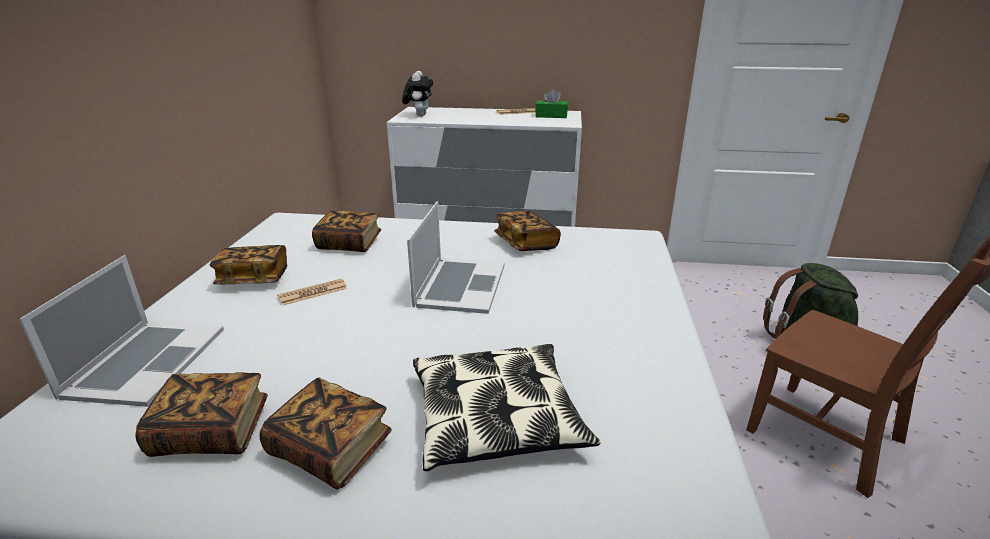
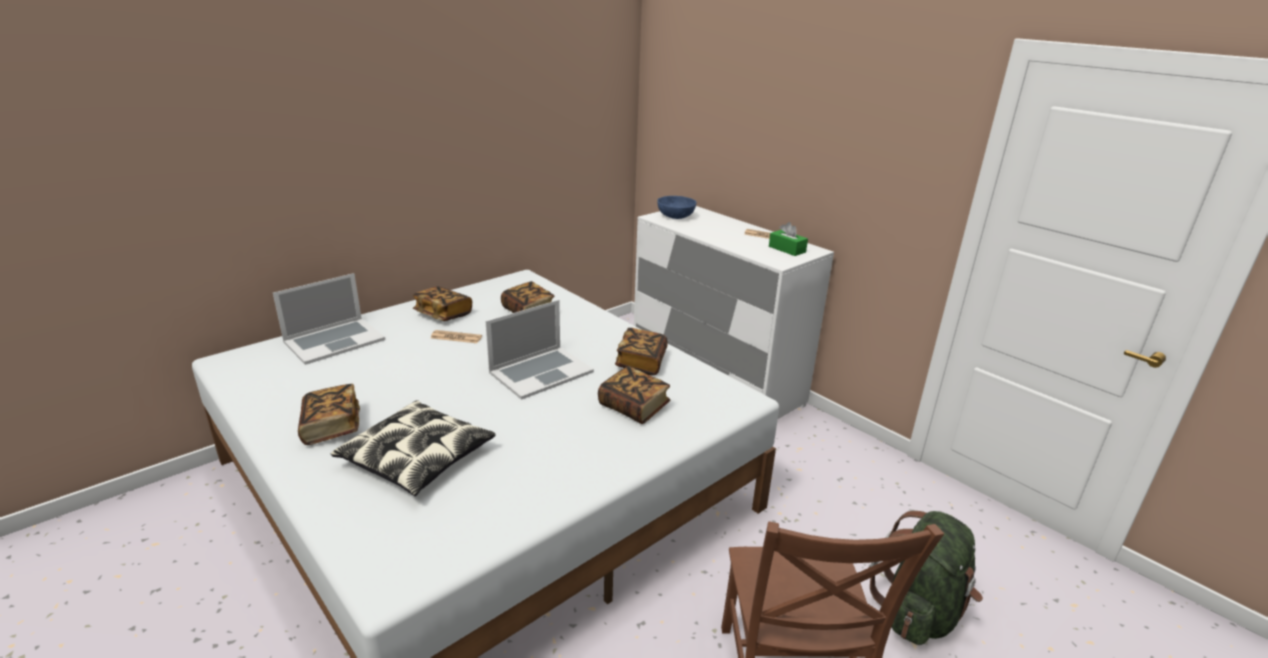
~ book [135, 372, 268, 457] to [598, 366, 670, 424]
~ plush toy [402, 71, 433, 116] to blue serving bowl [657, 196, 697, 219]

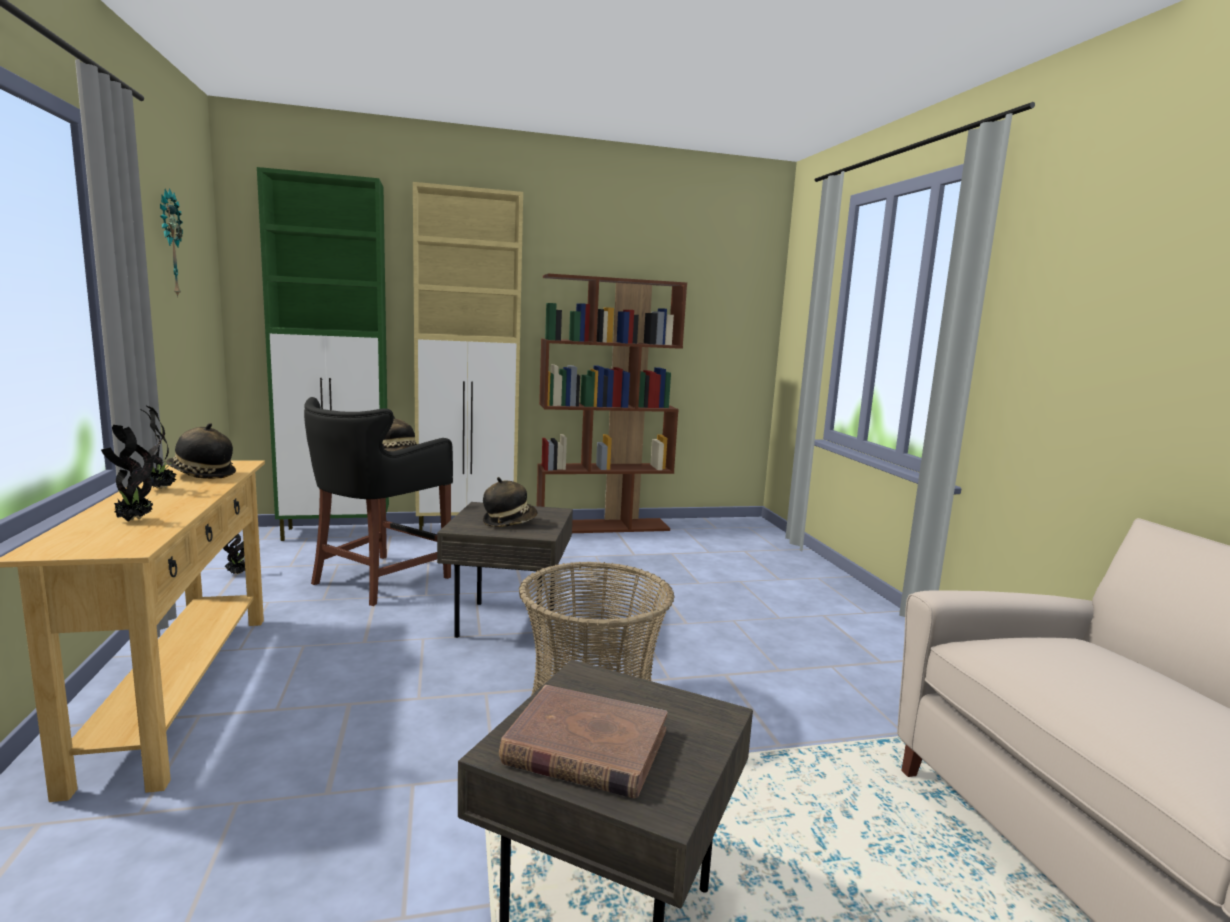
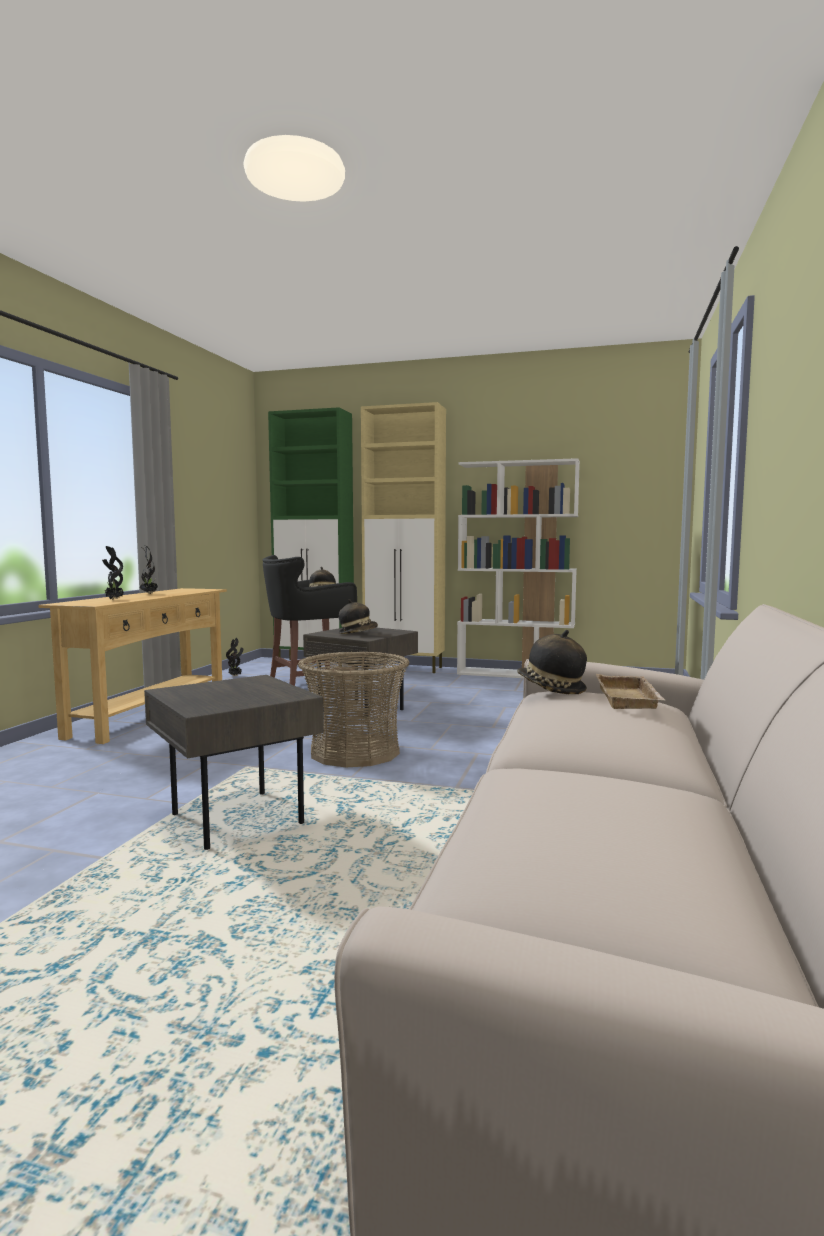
- wall clock [160, 188, 183, 298]
- brown book [499, 685, 667, 799]
+ beige tray [596, 674, 666, 709]
~ clothing hat [166, 423, 236, 479] to [517, 630, 587, 694]
~ brown bookshelf [537, 274, 687, 533] to whitish bookshelf [457, 458, 580, 678]

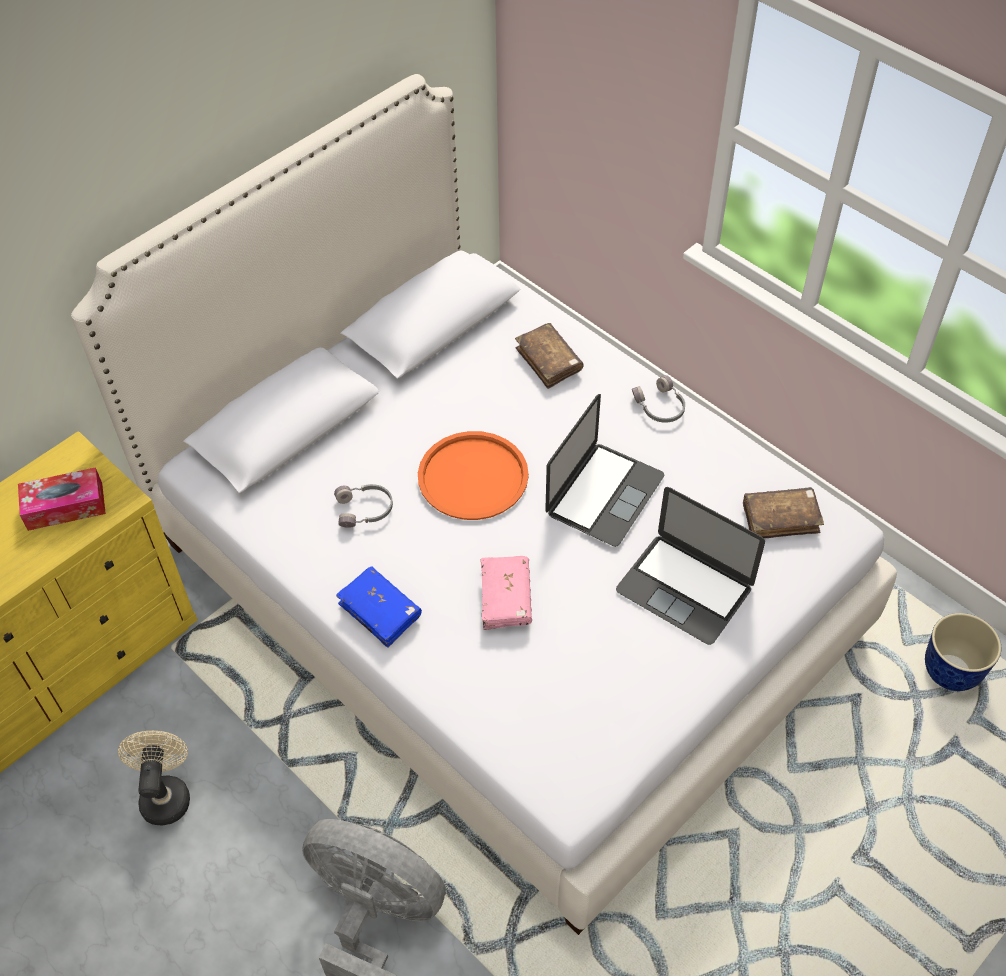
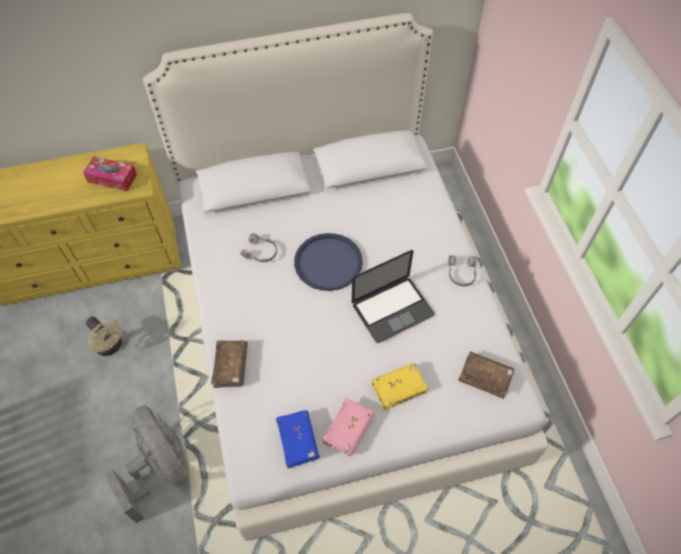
- plant pot [925, 613, 1001, 691]
~ blue book [336, 567, 422, 648] to [276, 410, 320, 469]
~ pink-coloured book [480, 556, 532, 630] to [322, 398, 374, 456]
~ brown book [515, 323, 583, 389] to [211, 340, 248, 388]
~ laptop [616, 487, 765, 645] to yellow book [372, 363, 428, 411]
~ orange tray [418, 431, 529, 520] to blue tray [294, 233, 363, 291]
~ beige electric fan [118, 731, 190, 825] = [86, 317, 123, 356] 105 degrees clockwise

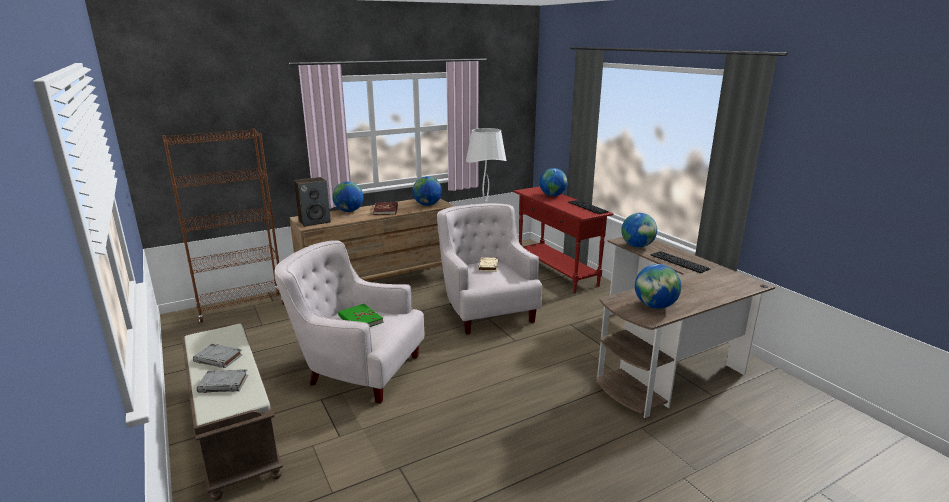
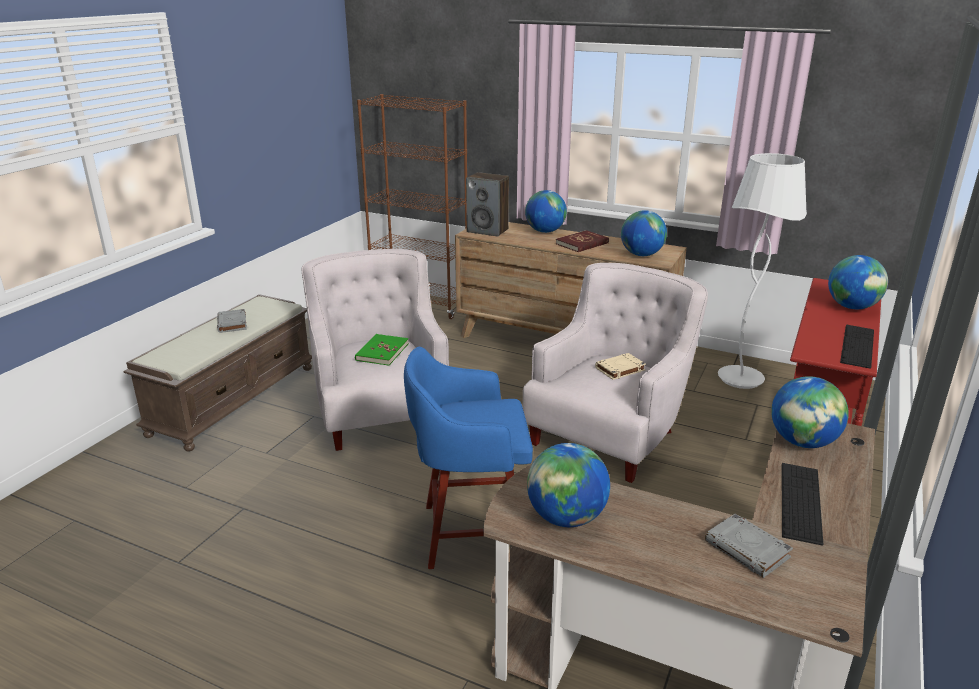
+ blue sitting stool [404, 347, 533, 569]
~ greyish book [197, 369, 248, 393] to [705, 514, 793, 578]

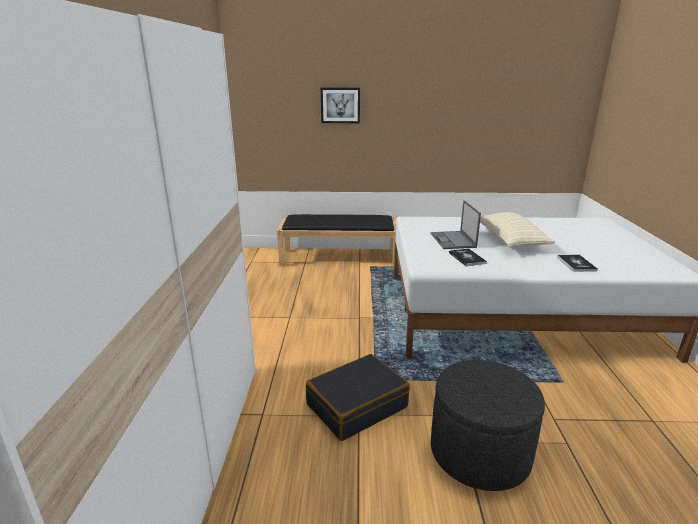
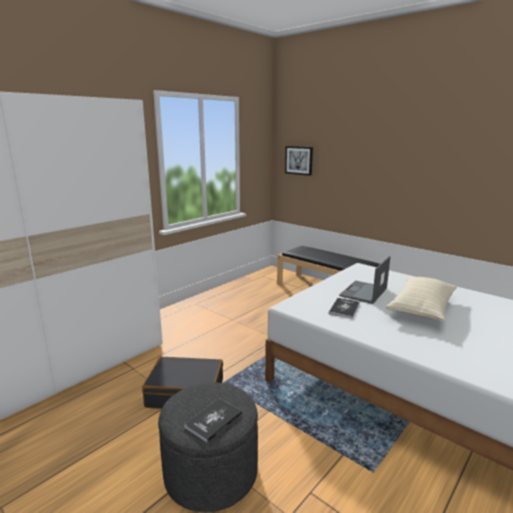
~ picture [321, 88, 360, 123] to [285, 146, 313, 176]
~ book [557, 255, 598, 272] to [184, 398, 242, 443]

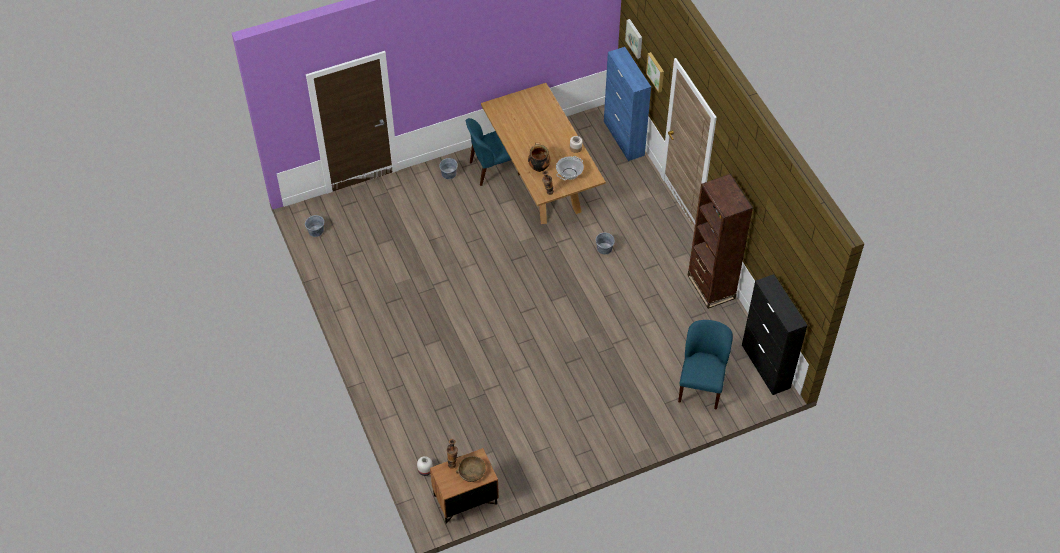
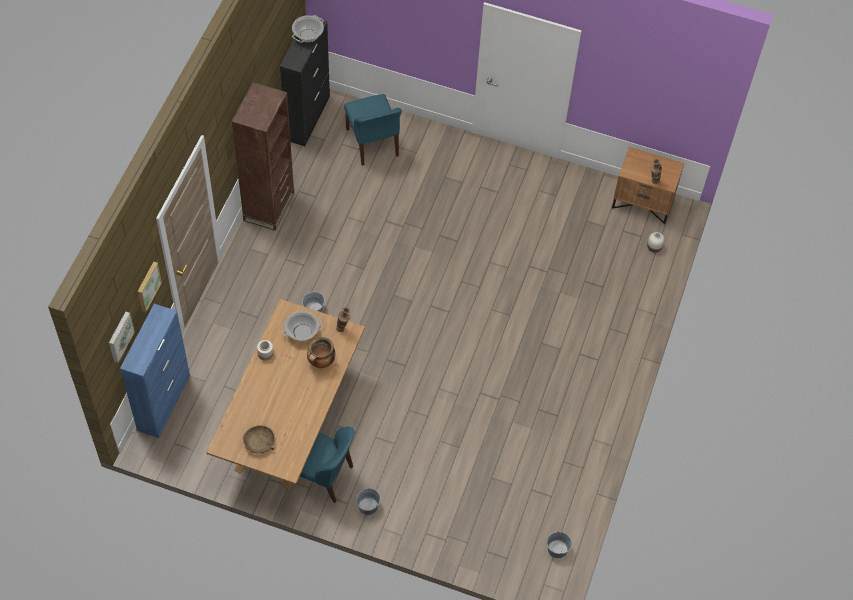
+ saucepot [292, 15, 324, 43]
~ brown serving bowl [456, 456, 486, 482] to [243, 425, 275, 453]
~ blue upright chair [678, 320, 733, 410] = [344, 94, 402, 166] 75 degrees counterclockwise

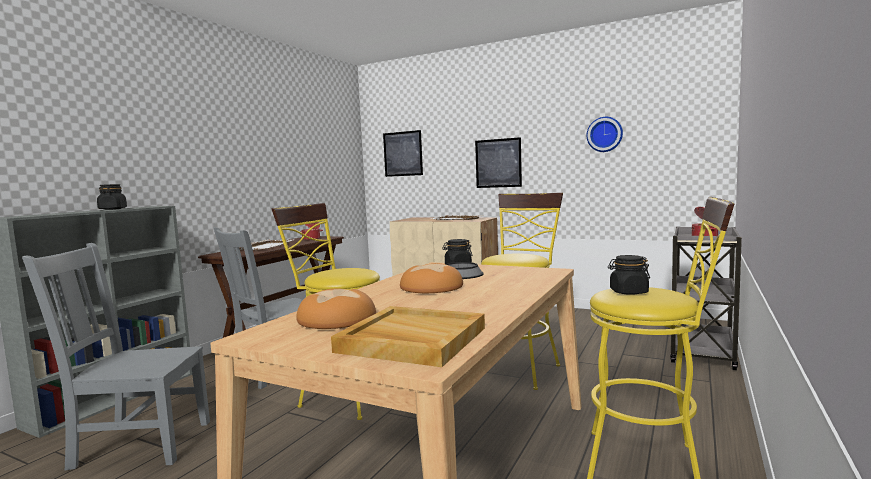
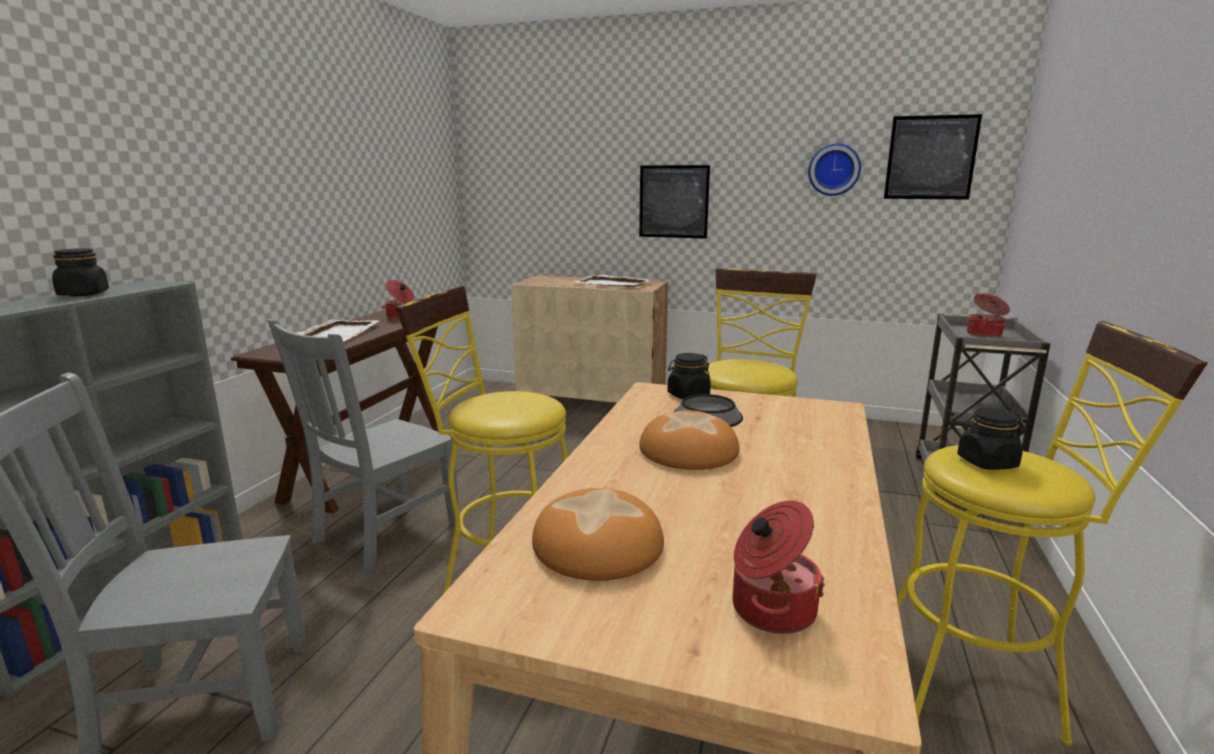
~ picture [383, 130, 423, 177] to [884, 114, 982, 200]
~ beige tray [331, 306, 485, 367] to saucepot [733, 500, 825, 634]

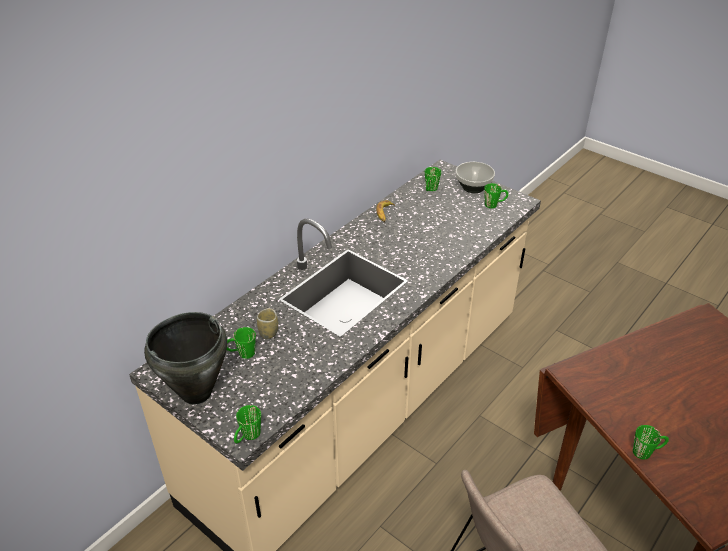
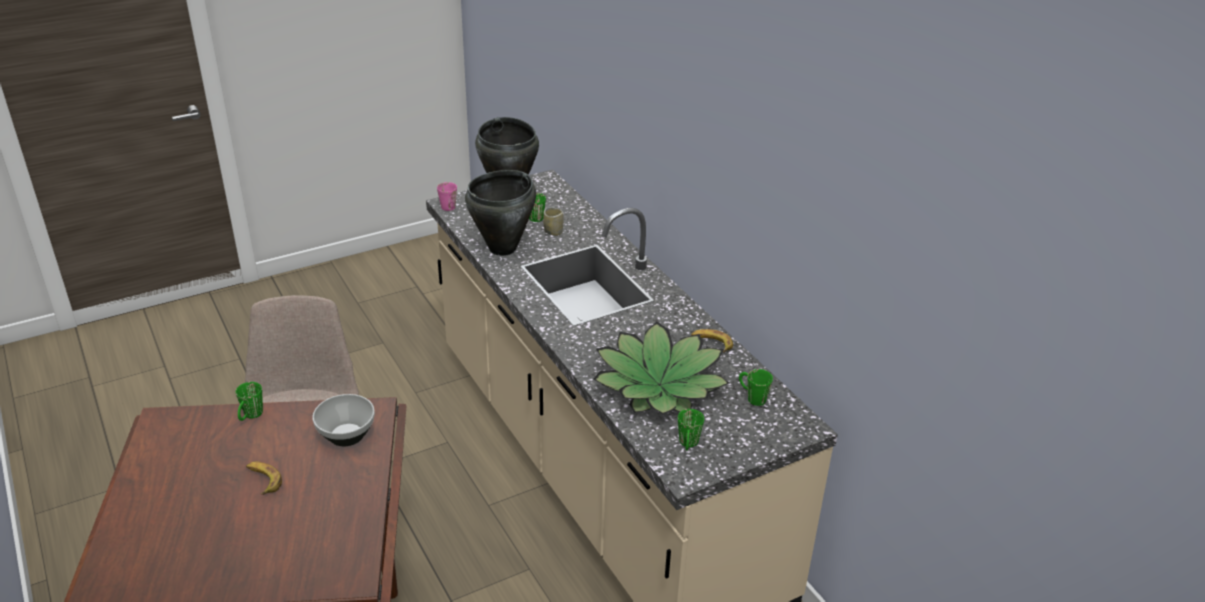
+ whole banana [246, 462, 282, 495]
+ blackish saucepot [465, 170, 536, 256]
+ potted plant [593, 322, 730, 414]
~ serving bowl [456, 162, 495, 193] to [312, 394, 375, 446]
~ green coffee mug [234, 405, 261, 443] to pink-coloured coffee mug [437, 182, 457, 211]

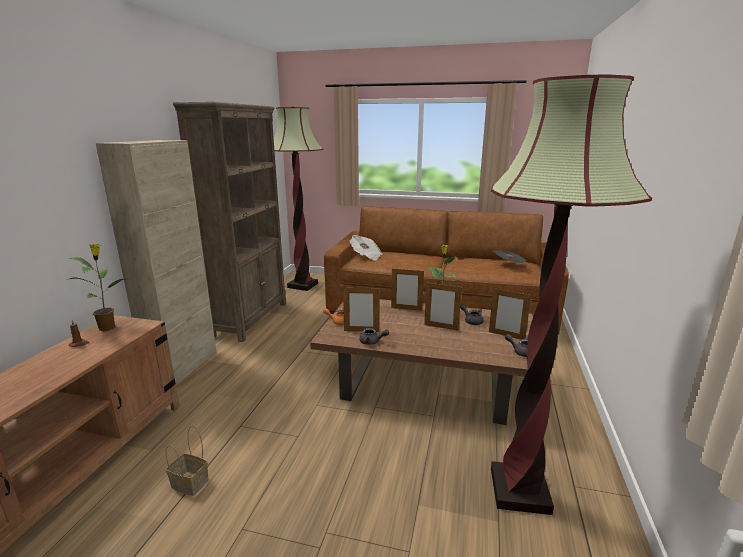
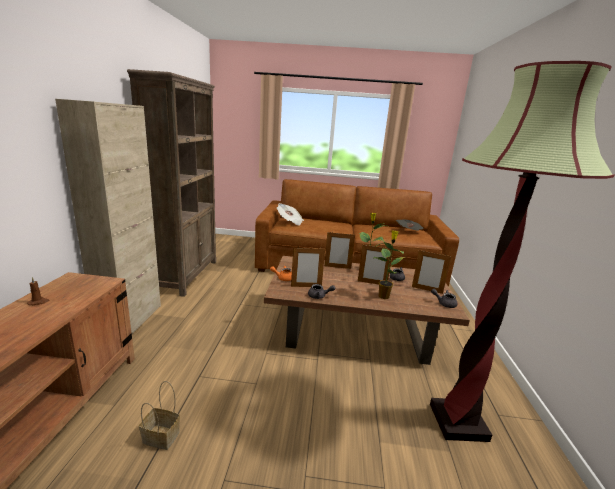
- standard lamp [274, 107, 324, 291]
~ potted plant [66, 244, 128, 331] to [373, 230, 404, 299]

